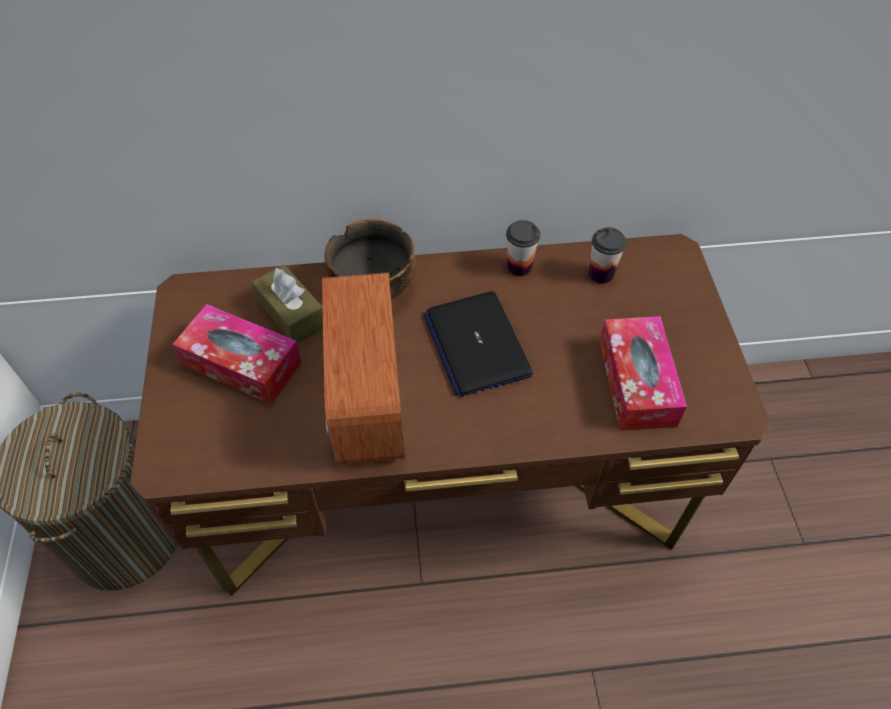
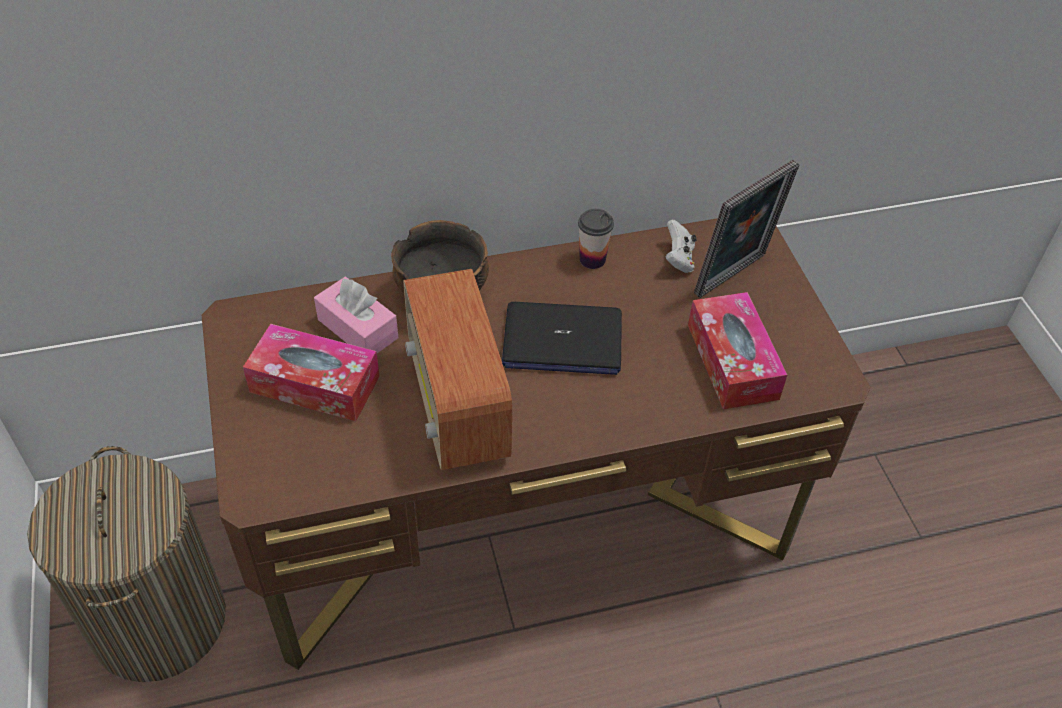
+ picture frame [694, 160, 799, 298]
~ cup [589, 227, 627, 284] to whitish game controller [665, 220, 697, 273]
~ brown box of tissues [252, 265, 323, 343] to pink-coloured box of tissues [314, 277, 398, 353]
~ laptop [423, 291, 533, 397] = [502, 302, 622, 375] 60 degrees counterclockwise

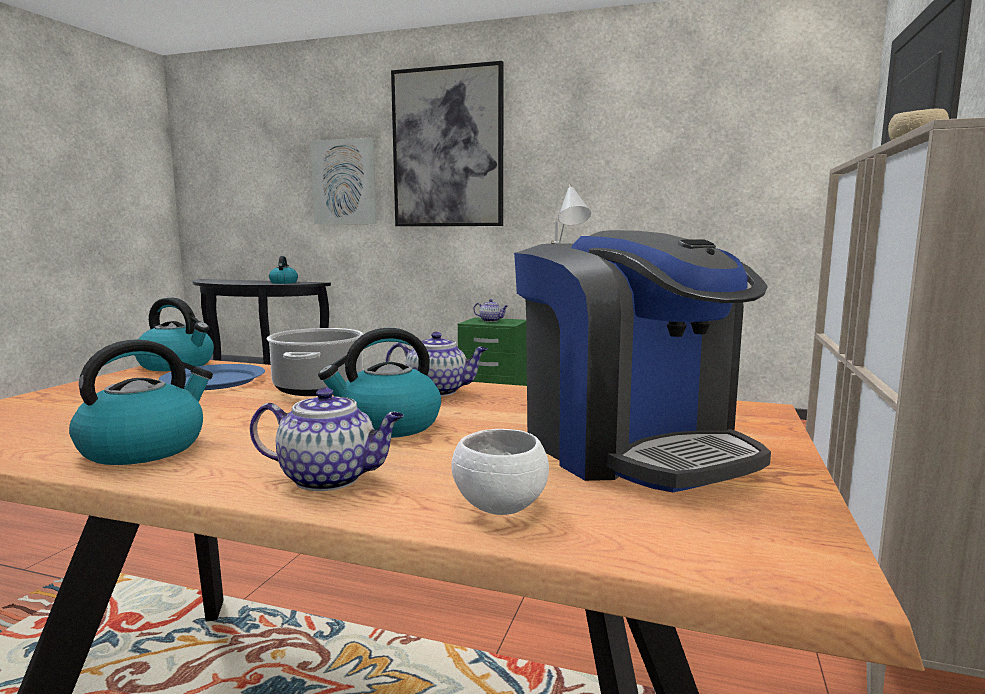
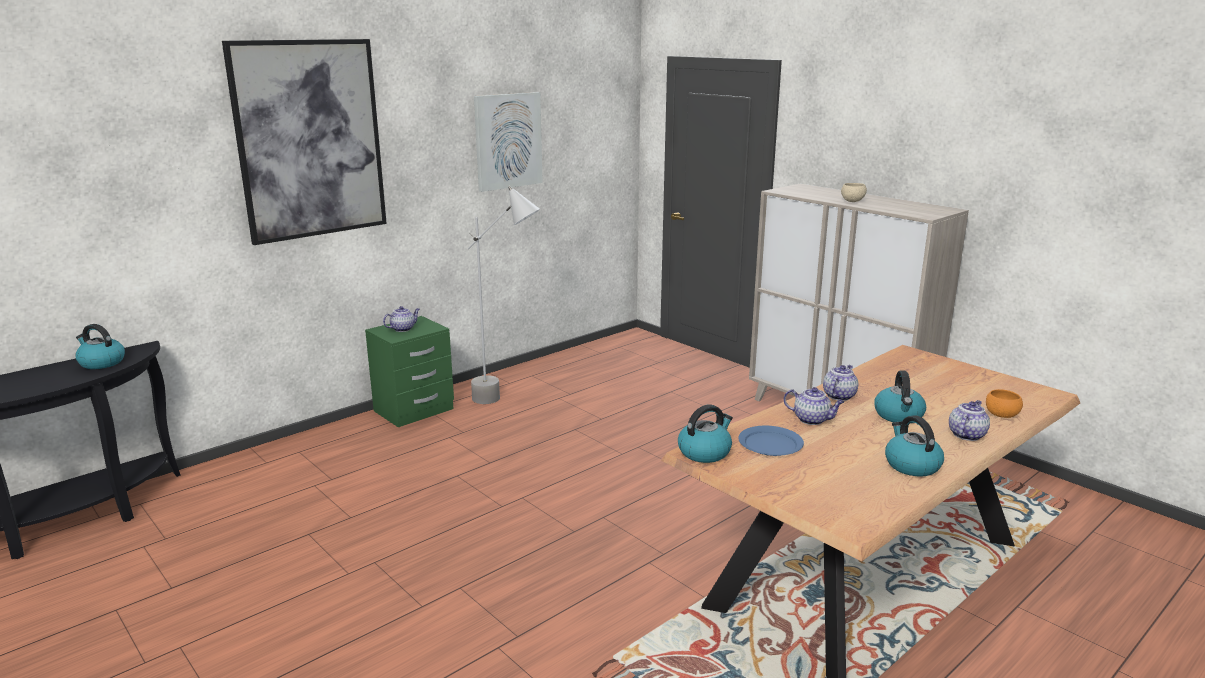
- coffee maker [514, 230, 771, 492]
~ picture [310, 138, 376, 224] to [474, 92, 543, 192]
~ saucepot [266, 328, 363, 396] to pot for tea [784, 387, 844, 425]
~ whitish serving bowl [451, 429, 549, 515] to orange serving bowl [986, 389, 1023, 418]

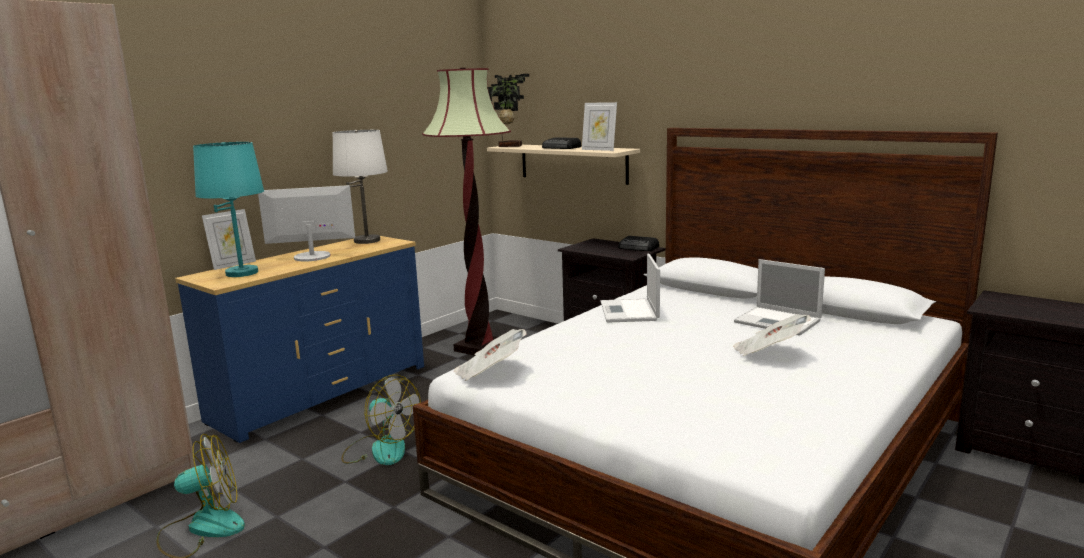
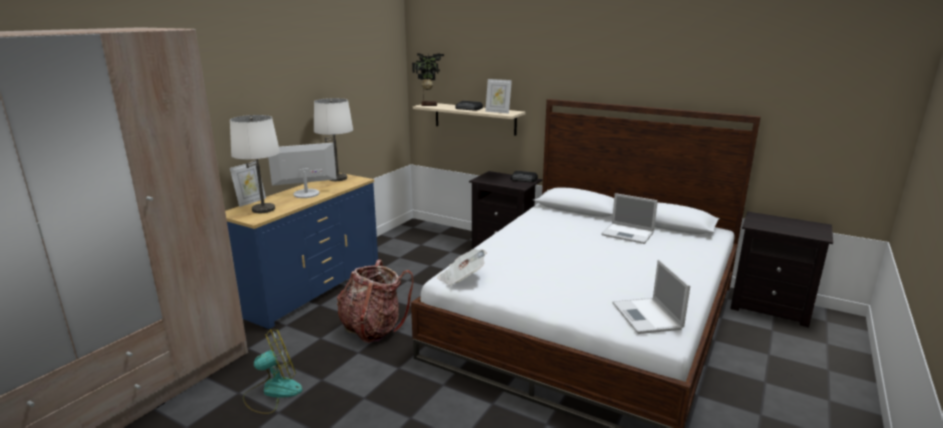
- standard lamp [422, 68, 511, 356]
- newspaper [733, 314, 811, 356]
~ laptop [601, 254, 660, 323] to [613, 259, 690, 334]
~ electric fan [341, 375, 421, 465] to rucksack [337, 260, 413, 343]
~ turquoise-coloured tabletop lamp [193, 142, 264, 277] to whitish tabletop lamp [230, 115, 280, 213]

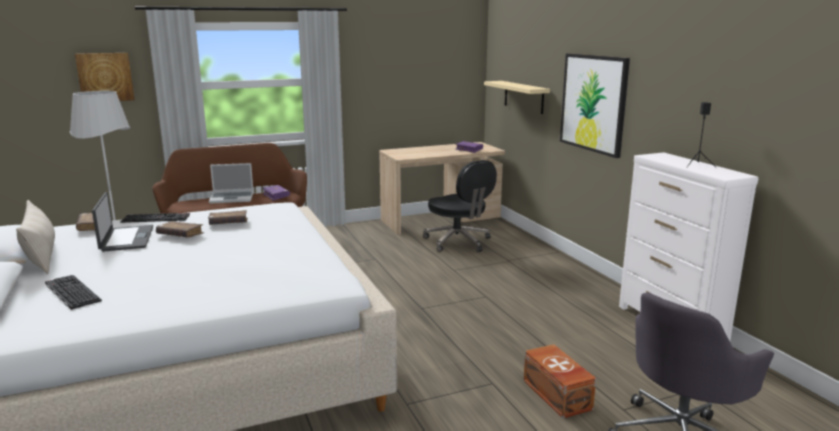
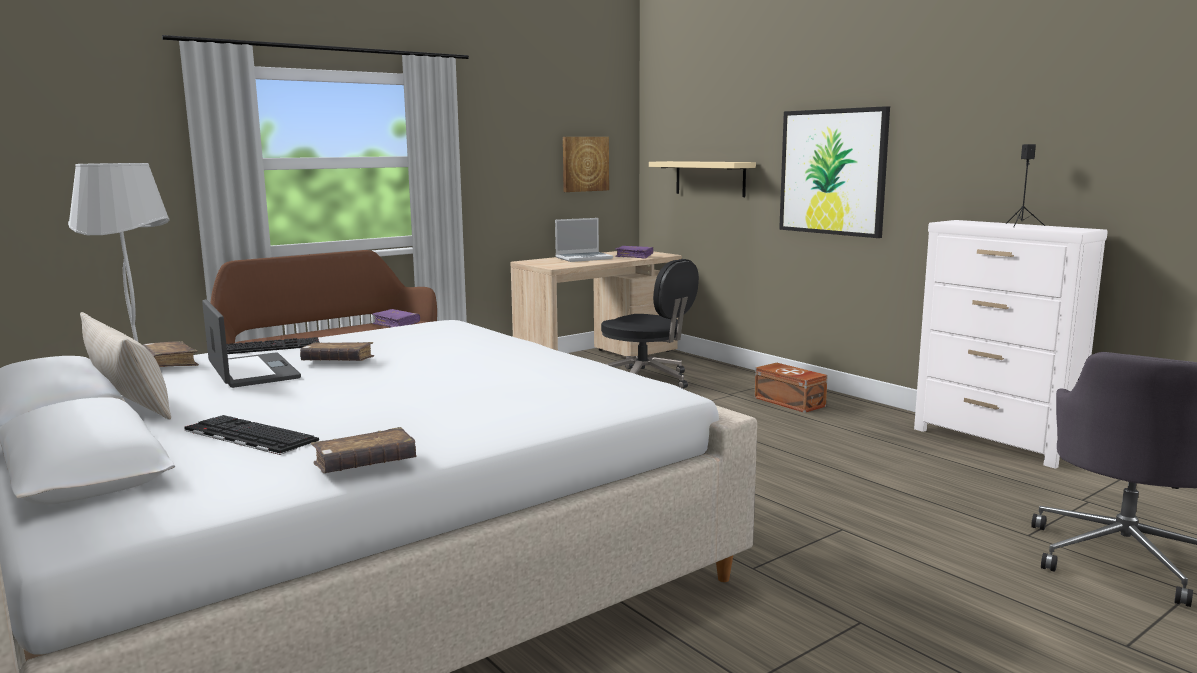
~ picture [75, 53, 135, 101] to [563, 137, 609, 192]
~ brown book [208, 210, 248, 225] to [311, 427, 417, 473]
~ laptop [209, 163, 254, 203] to [555, 218, 613, 262]
~ brown storage bin [523, 344, 596, 418] to [754, 363, 828, 413]

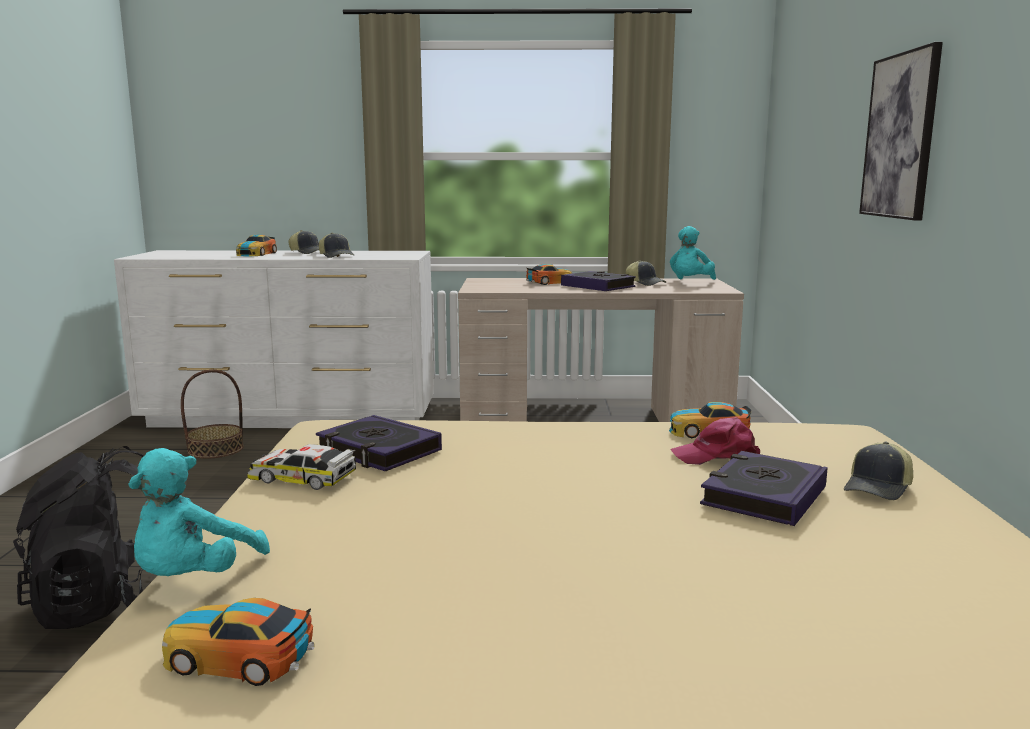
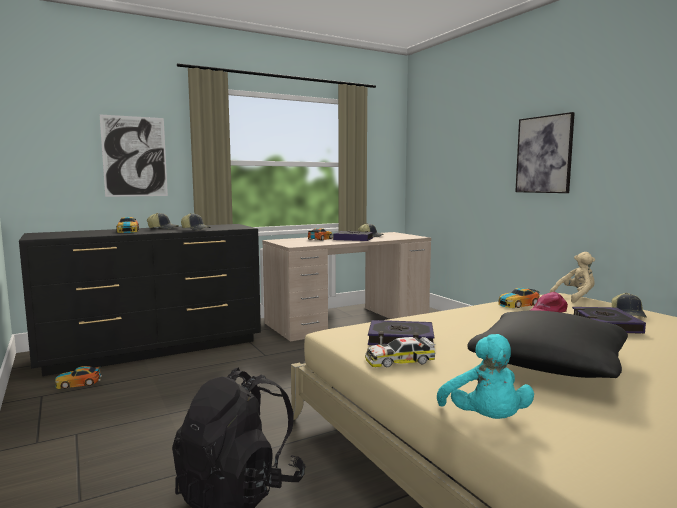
- household basket [181, 369, 244, 459]
- turquoise-coloured plush toy [670, 226, 716, 280]
+ picture [100, 115, 168, 197]
+ blackish pillow [467, 310, 628, 378]
+ beige plush toy [549, 252, 595, 303]
~ model car [162, 598, 315, 686] to [55, 366, 102, 389]
~ whitish dresser [114, 250, 434, 428] to blackish dresser [19, 224, 261, 376]

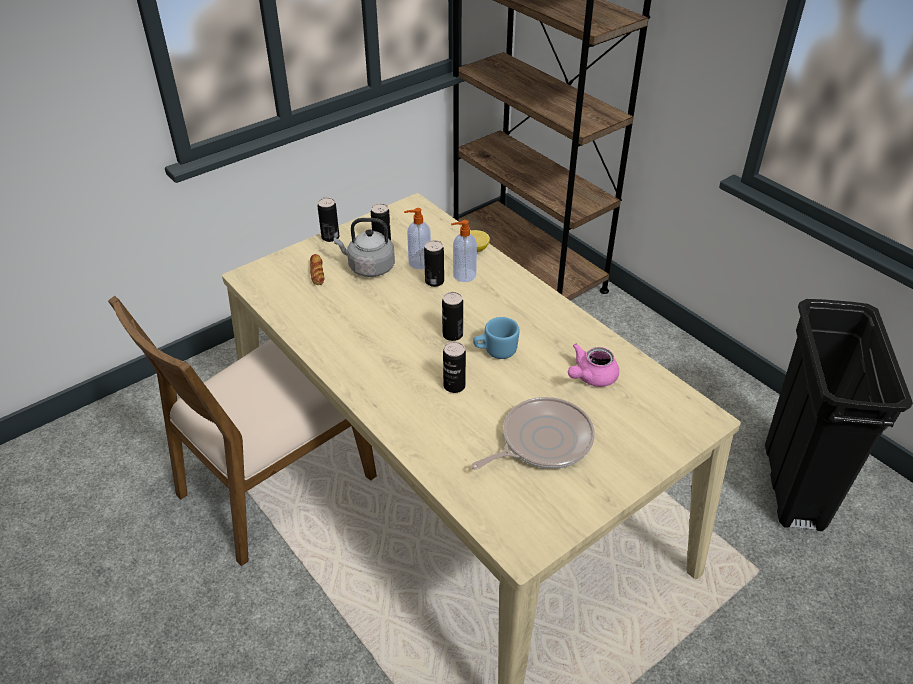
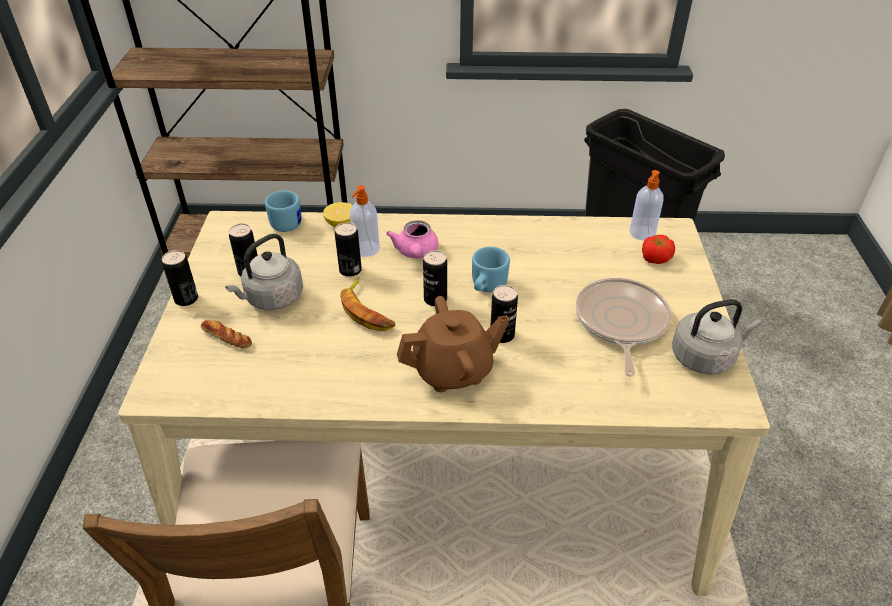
+ blue coffee mug [265, 191, 301, 232]
+ whole banana [340, 277, 395, 331]
+ brown pot for tea [397, 296, 510, 392]
+ whole tomato [642, 235, 675, 264]
+ greyish tea kettle [672, 299, 761, 375]
~ soap dispenser [404, 208, 431, 269] to [629, 170, 664, 241]
~ pink-coloured pot for tea [568, 344, 619, 387] to [386, 220, 438, 258]

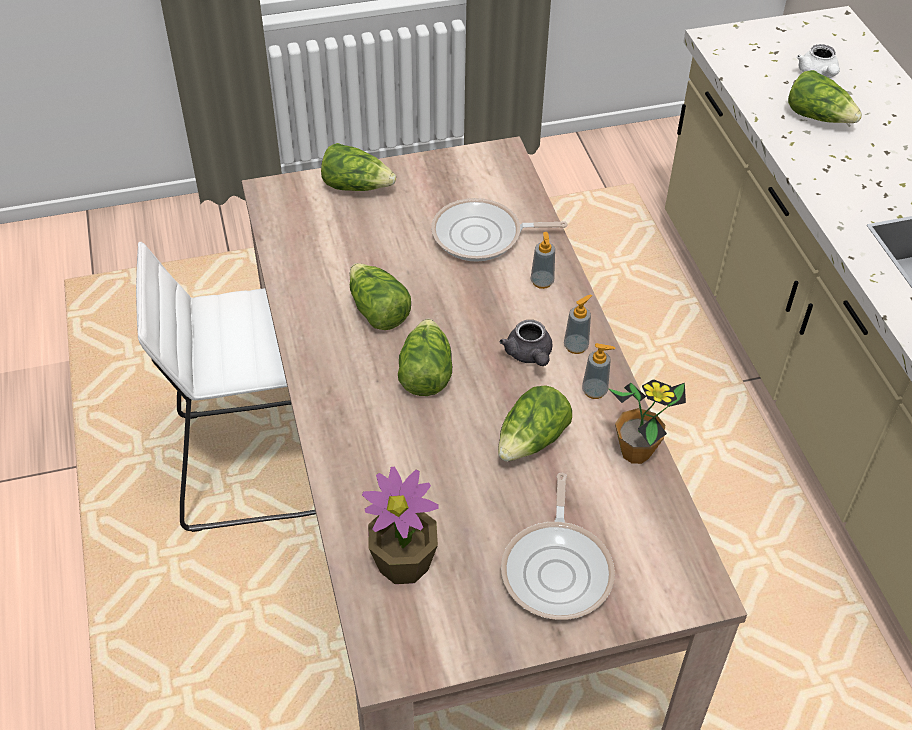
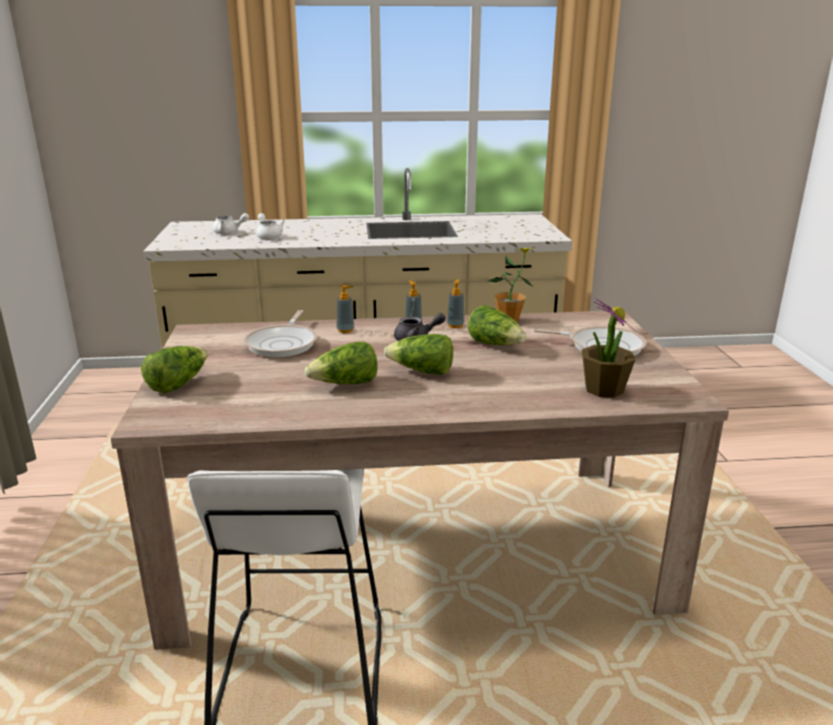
~ lettuce head [788, 70, 862, 123] to whitish pot for tea [256, 213, 285, 240]

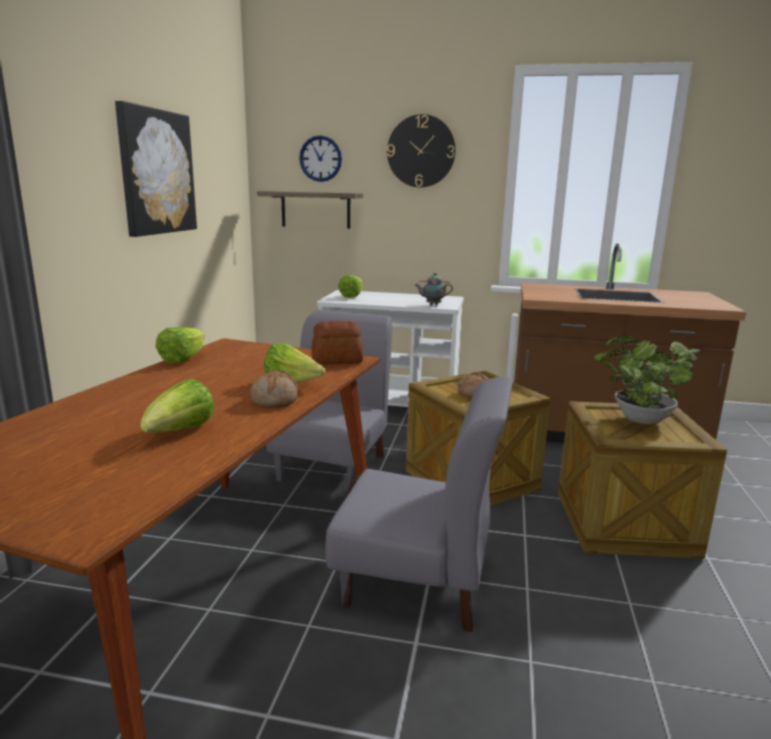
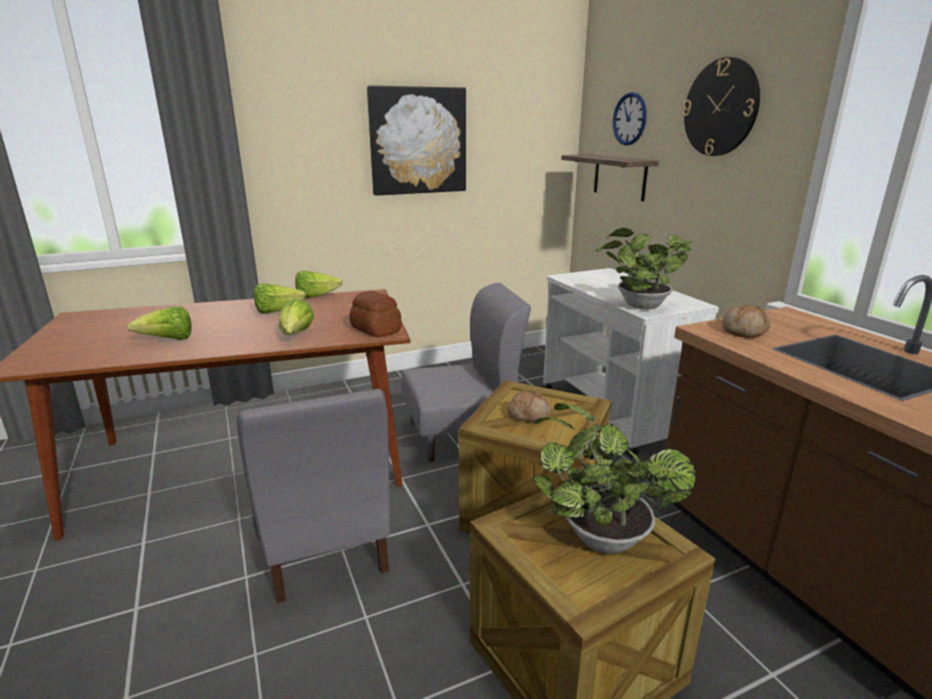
~ bakery bread [251, 370, 298, 408] to [722, 305, 771, 338]
~ lettuce head [338, 275, 363, 298] to [254, 283, 306, 314]
~ pot for tea [415, 273, 453, 305] to potted plant [596, 228, 693, 309]

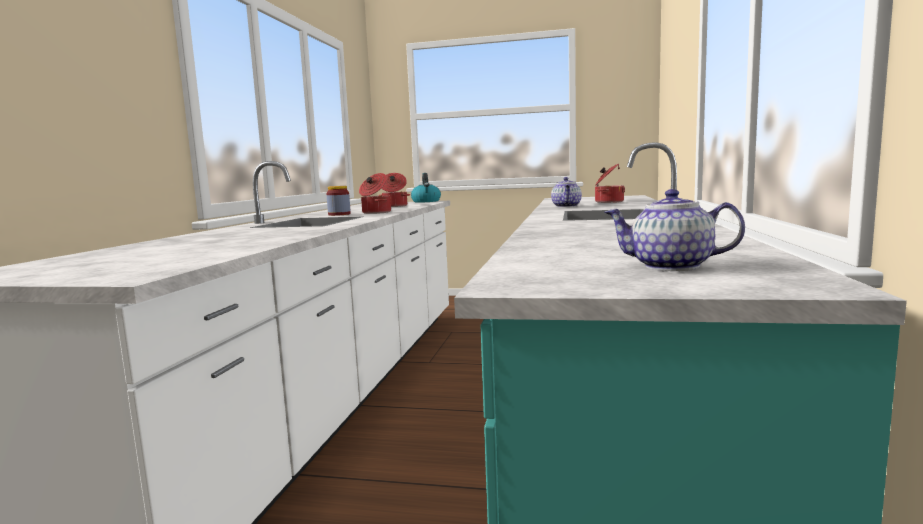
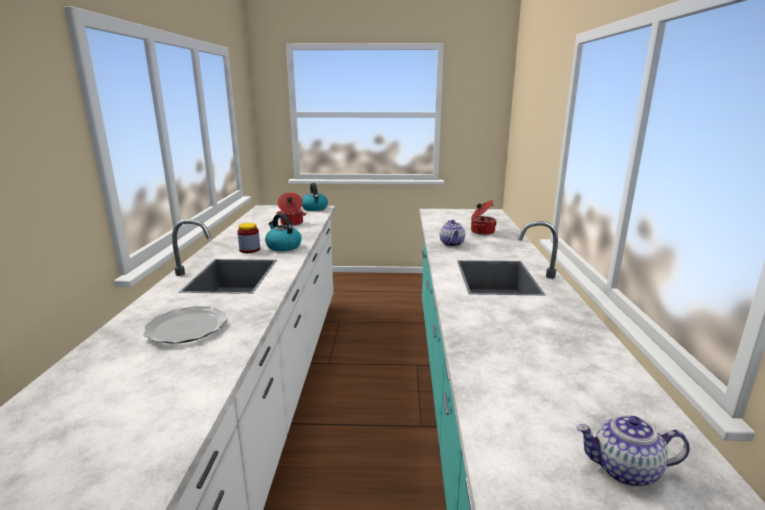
+ dinner plate [143, 306, 227, 343]
~ saucepot [359, 173, 391, 214] to tea kettle [265, 213, 302, 251]

